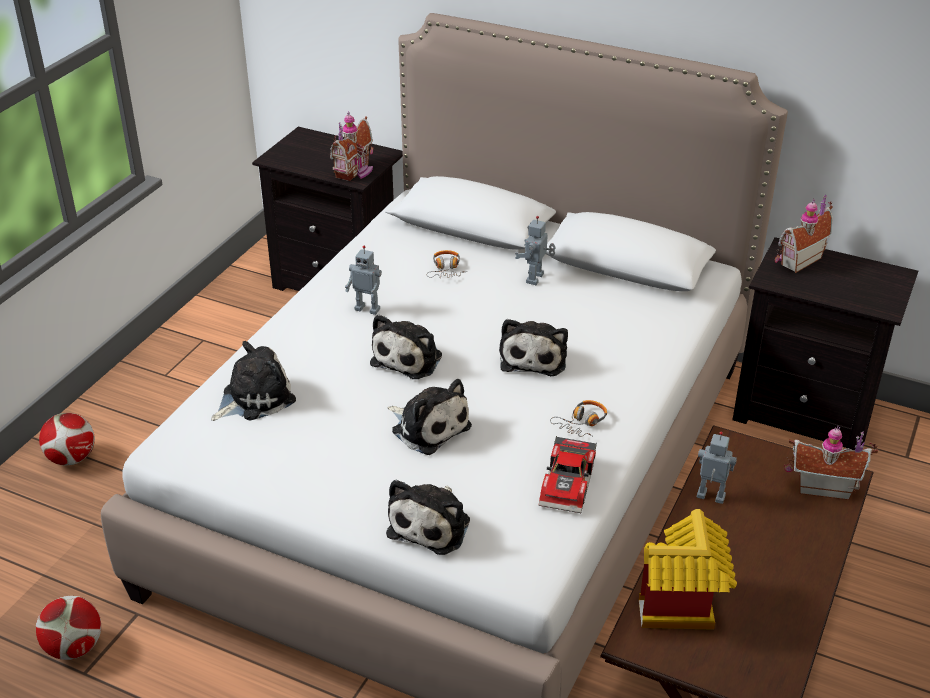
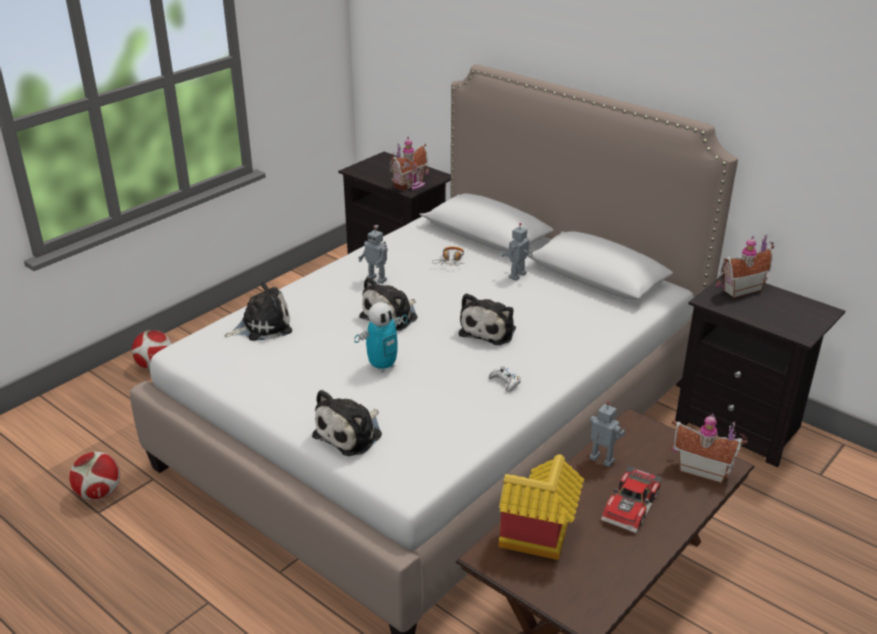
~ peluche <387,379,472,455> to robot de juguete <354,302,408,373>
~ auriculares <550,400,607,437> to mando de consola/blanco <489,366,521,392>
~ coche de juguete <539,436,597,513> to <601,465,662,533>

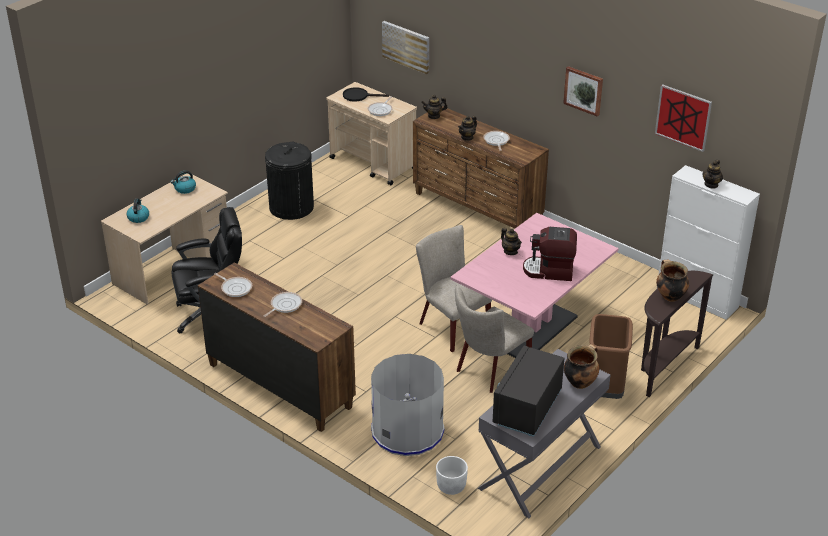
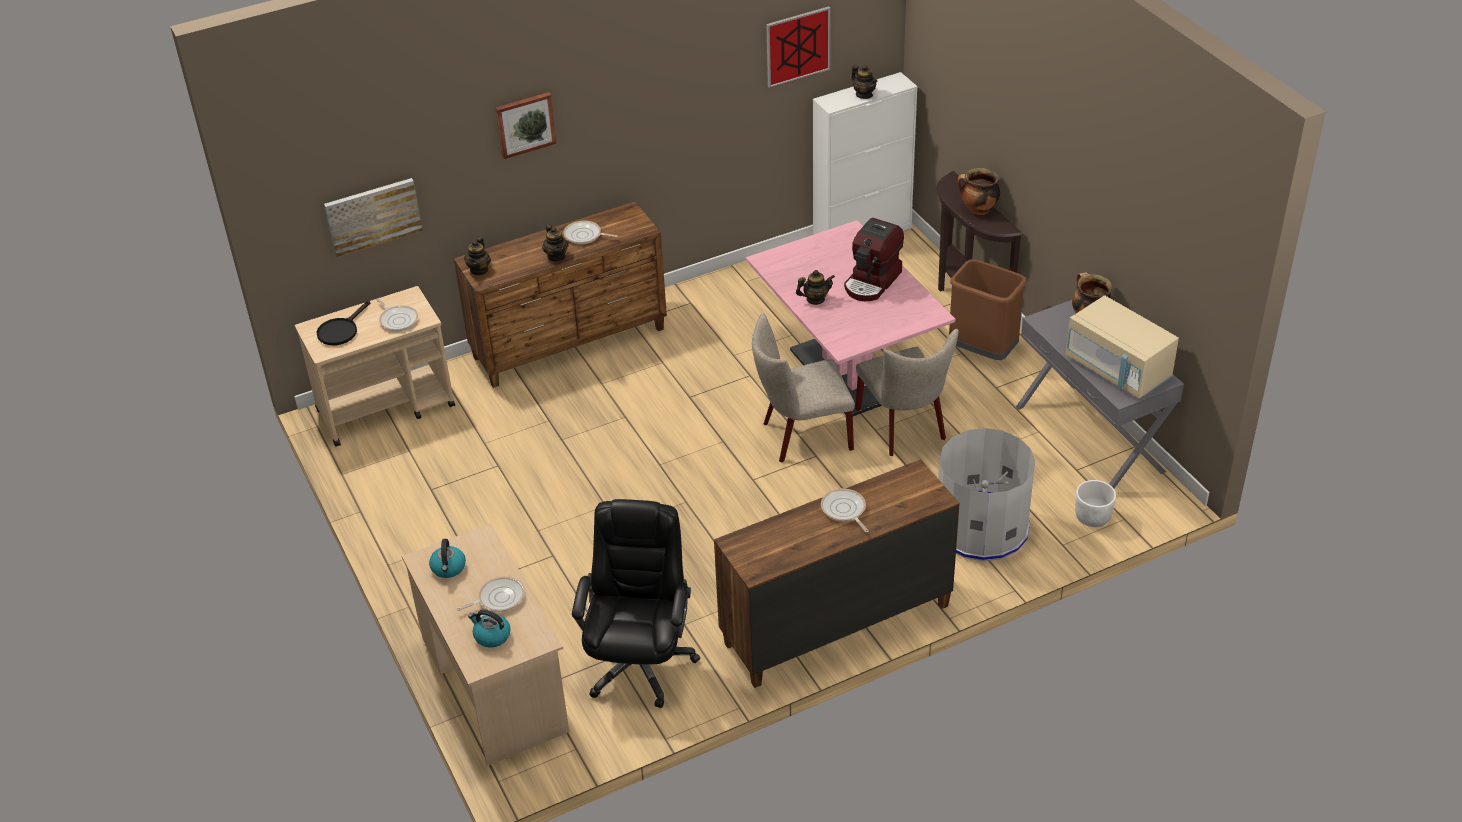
~ cuadro <563,66,603,117> to <495,92,557,159>
- papelera/negro <265,142,314,220>
~ sartén <214,273,252,297> to <457,577,525,612>
~ microondas/negro <493,346,564,437> to microondas/beis <1066,295,1179,398>

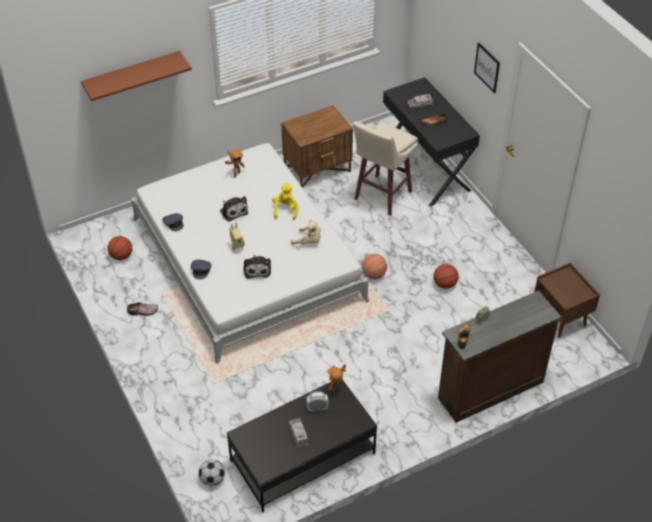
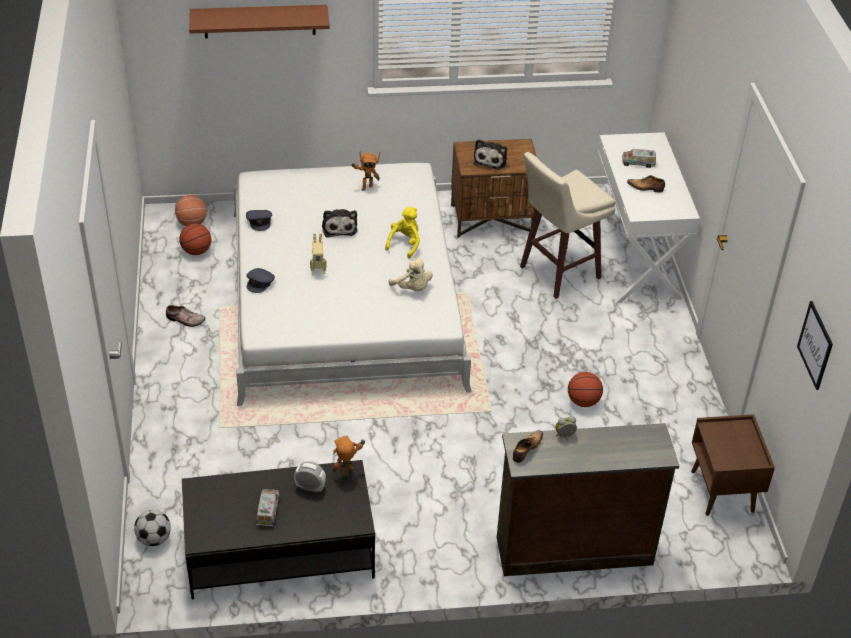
~ cuadro <474,42,500,93> to <797,301,833,390>
~ escritorio/negro <383,77,480,206> to escritorio/blanco <597,132,700,303>
~ balón de baloncesto <362,254,387,279> to <175,195,207,226>
~ peluche <243,255,271,279> to <473,139,507,170>

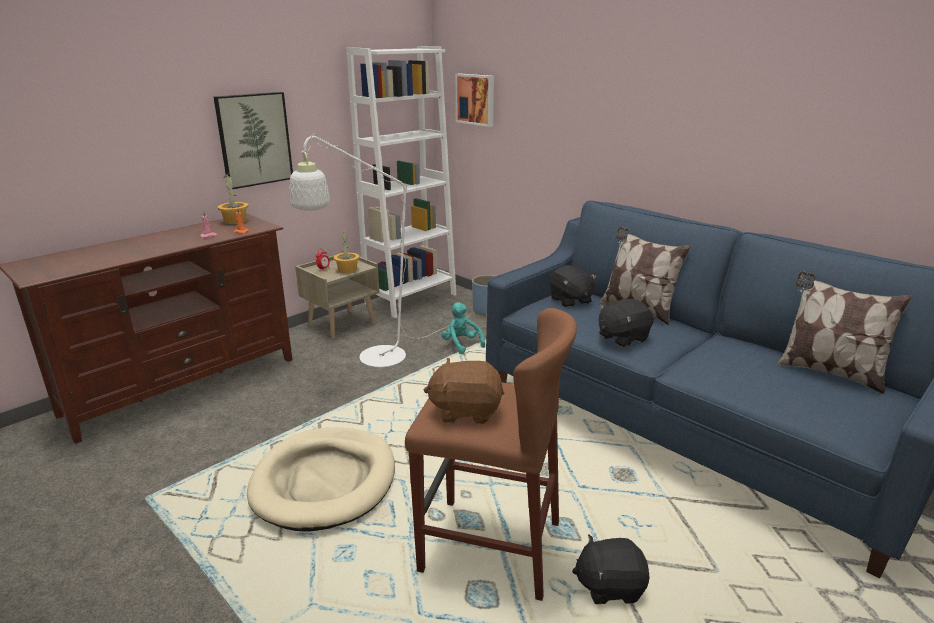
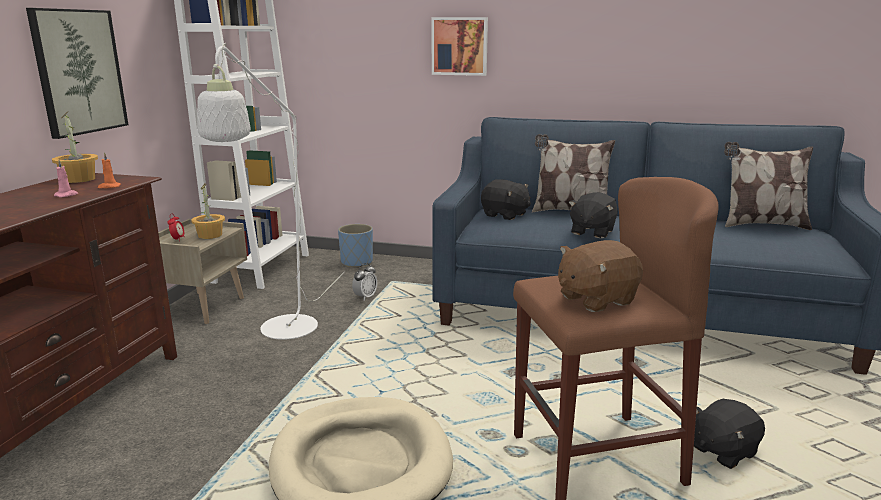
~ cuadro <455,74,494,127> to <431,17,488,76>
~ peluche/turquesa <441,302,485,354> to despertador <352,263,377,300>

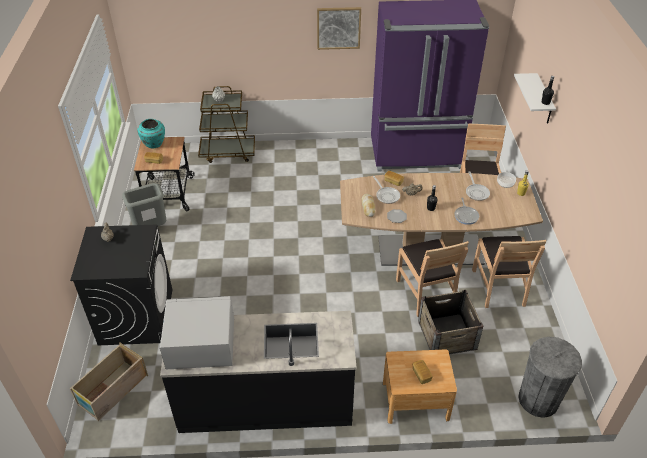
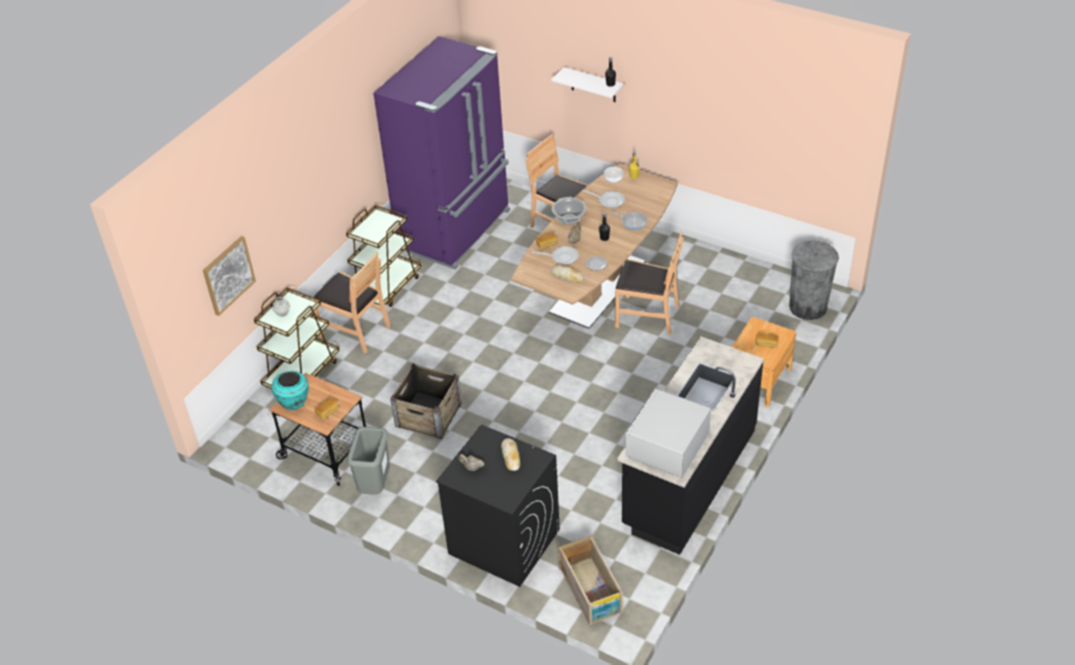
~ cuadro <317,7,361,50> to <203,236,256,316>
~ silla/marrón <472,236,546,308> to <312,252,391,353>
~ caja de embalaje <418,290,483,355> to <390,363,462,439>
+ olla <552,197,586,225>
+ carrito/marrón <346,205,421,307>
+ pan <501,438,520,471>

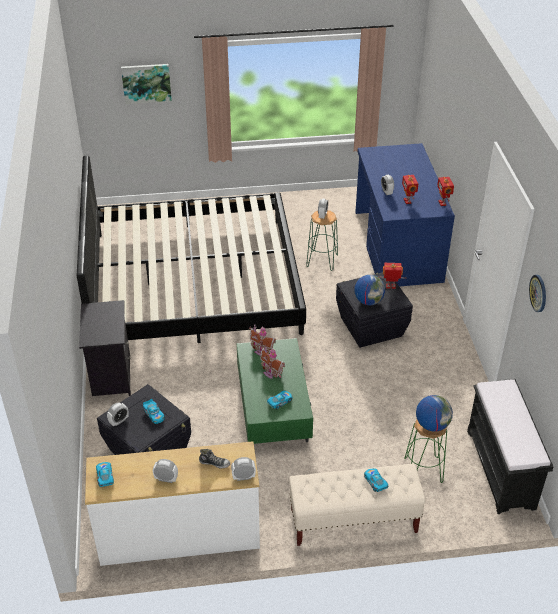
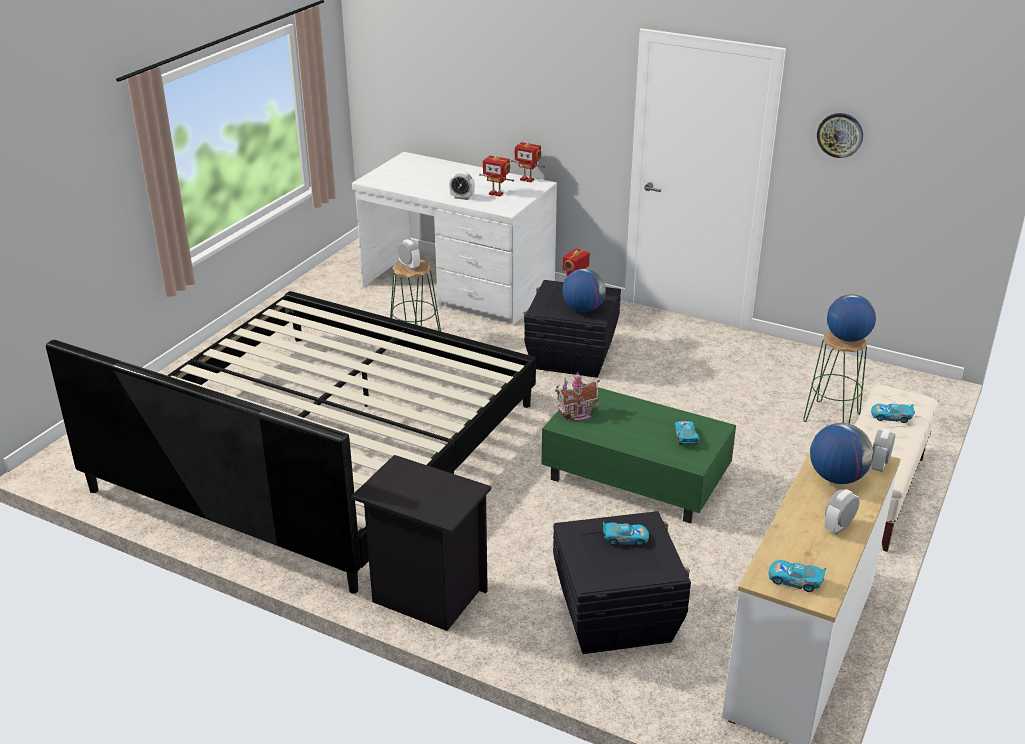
- cuadro <121,64,172,104>
~ escritorio/azul <355,143,455,287> to escritorio/blanco <352,152,557,325>
- casita <260,345,285,379>
- banco/negro <467,379,553,514>
- despertador <107,403,129,426>
~ zapato <199,449,230,469> to globo terráqueo <810,423,873,484>

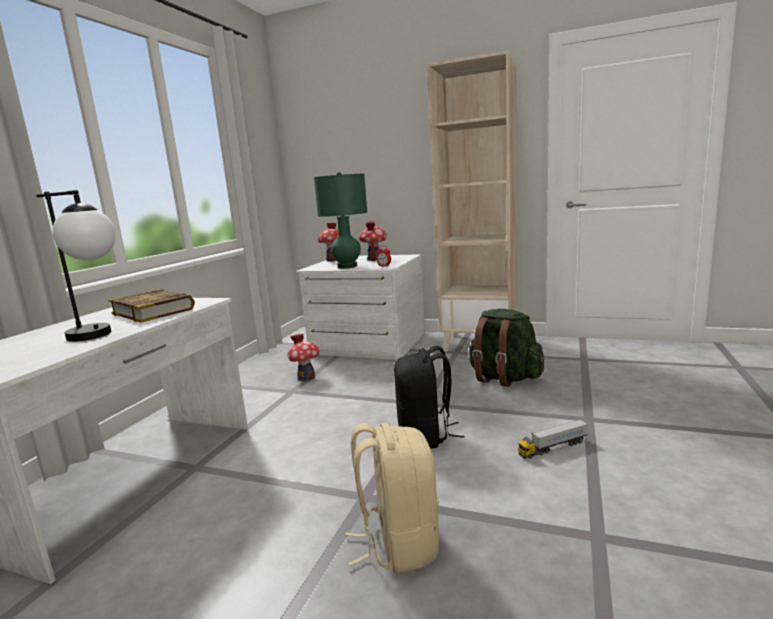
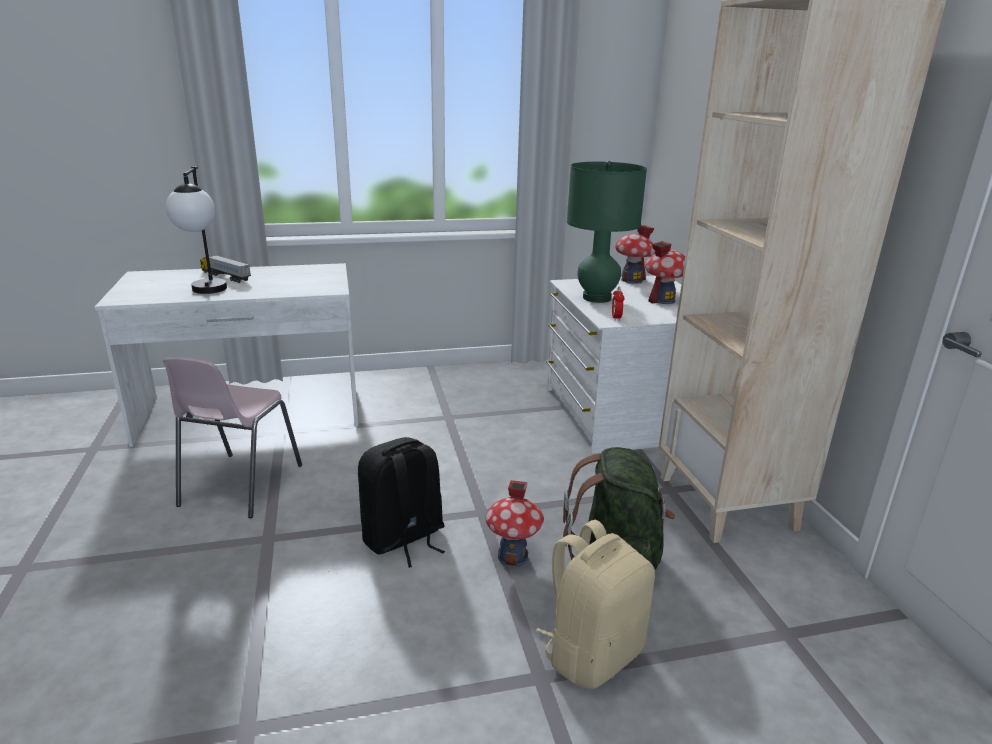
- libro <109,289,195,323>
~ casita <287,334,320,381> to <486,480,544,567>
~ camión de juguete <518,419,588,459> to <200,255,251,283>
~ mochila/beis <345,423,439,574> to <536,520,655,689>
+ silla/rosa <163,357,302,518>

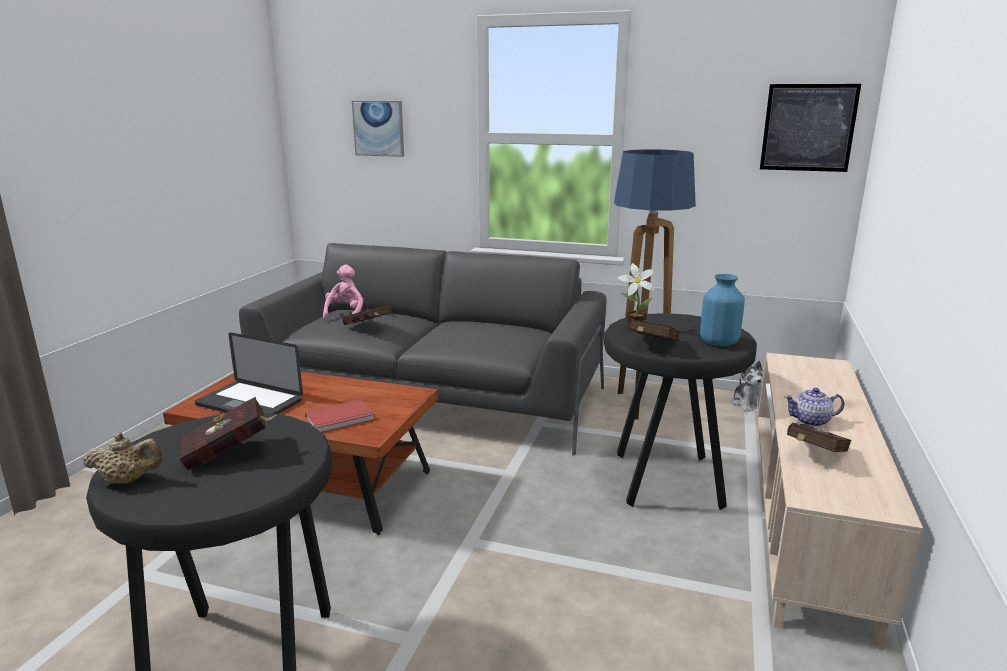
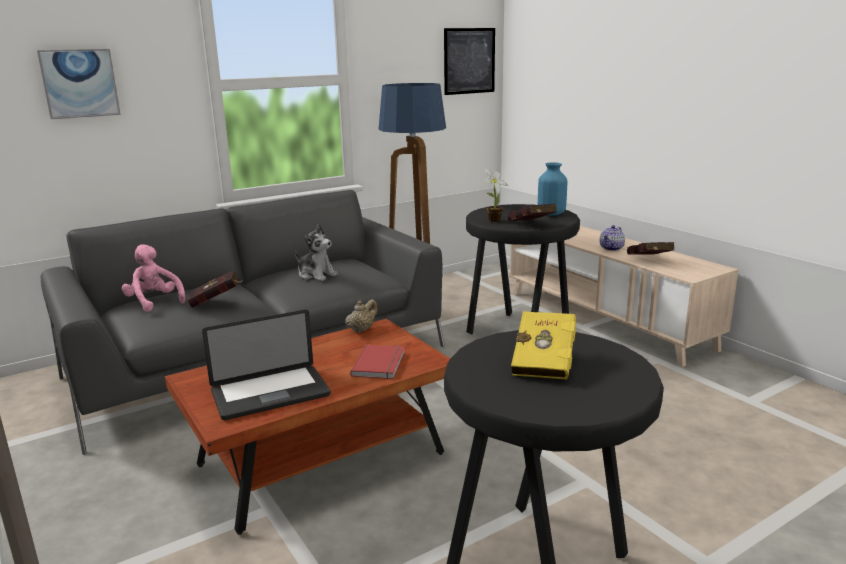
~ peluche <732,361,763,412> to <295,224,338,281>
~ libro/rojo <180,397,279,470> to libro/amarillo <511,311,576,379>
~ tetera/beis <83,433,163,485> to <345,299,378,333>

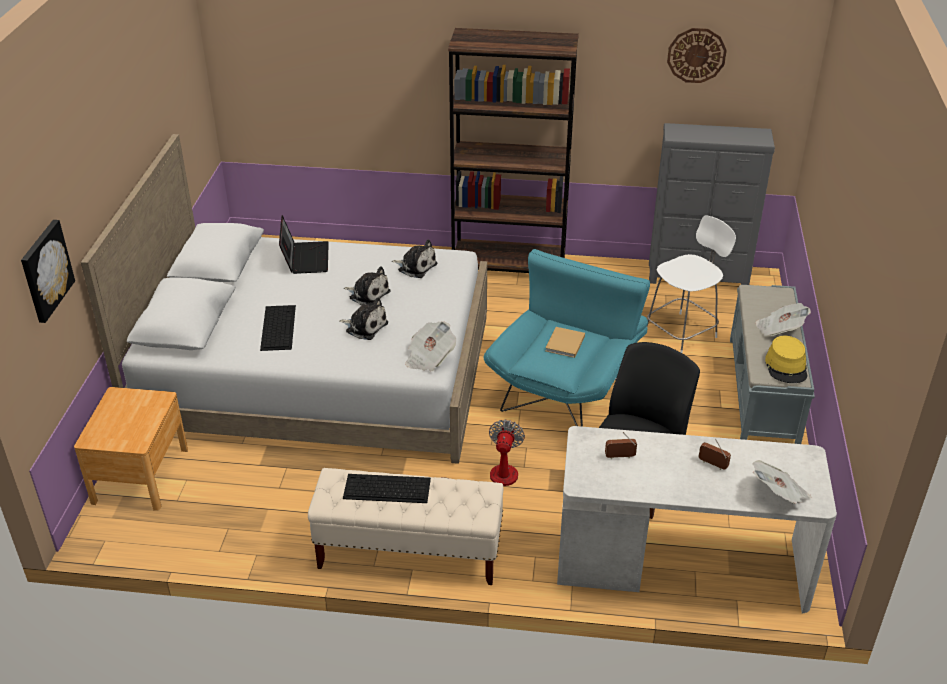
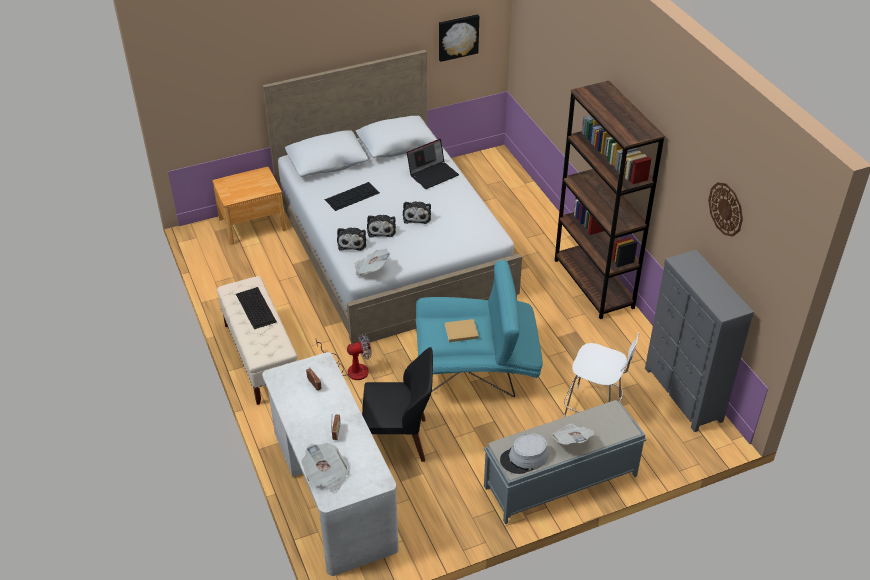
~ cuadro <21,220,75,323> to <439,14,479,62>
~ peluche <392,240,438,278> to <337,227,366,251>
~ sombrero/amarillo <765,336,807,383> to sombrero/gris <500,434,549,474>

